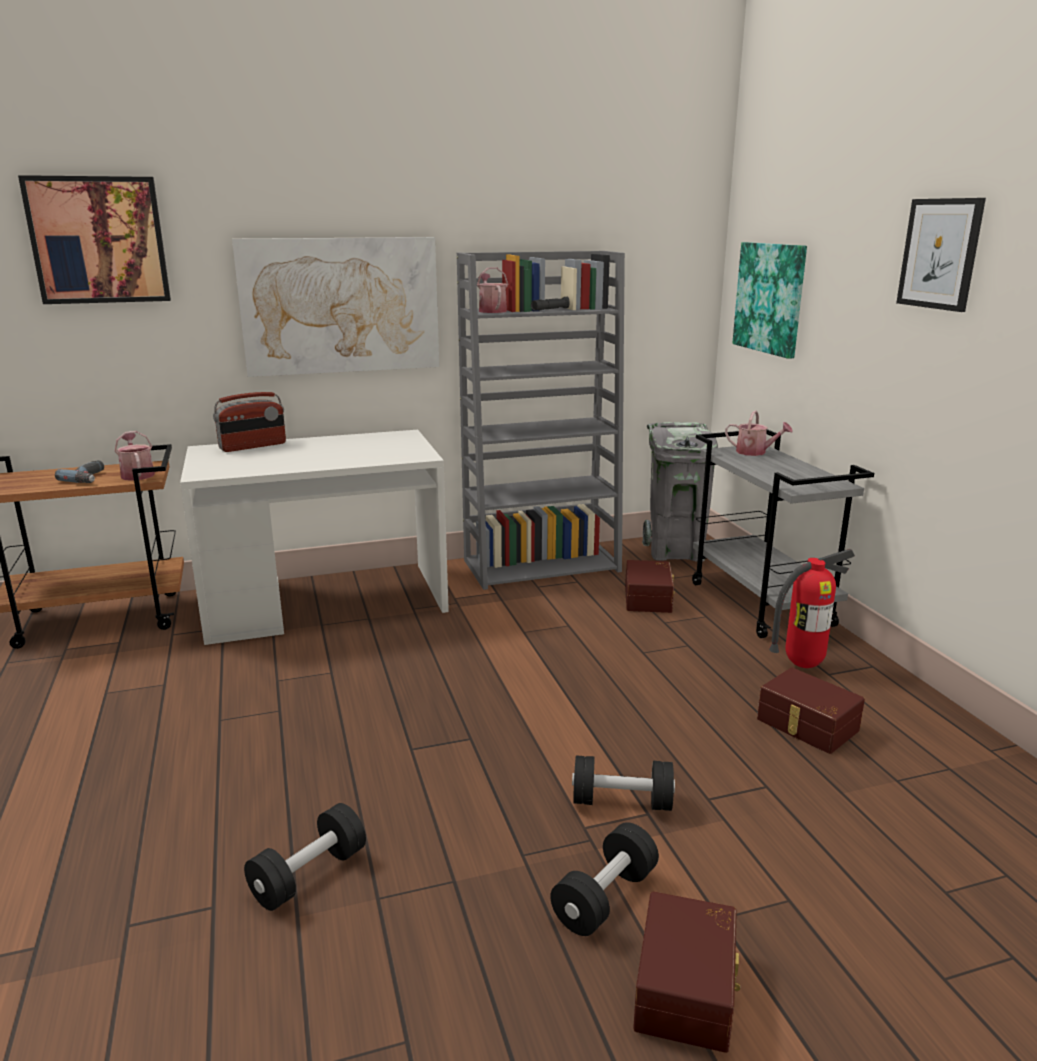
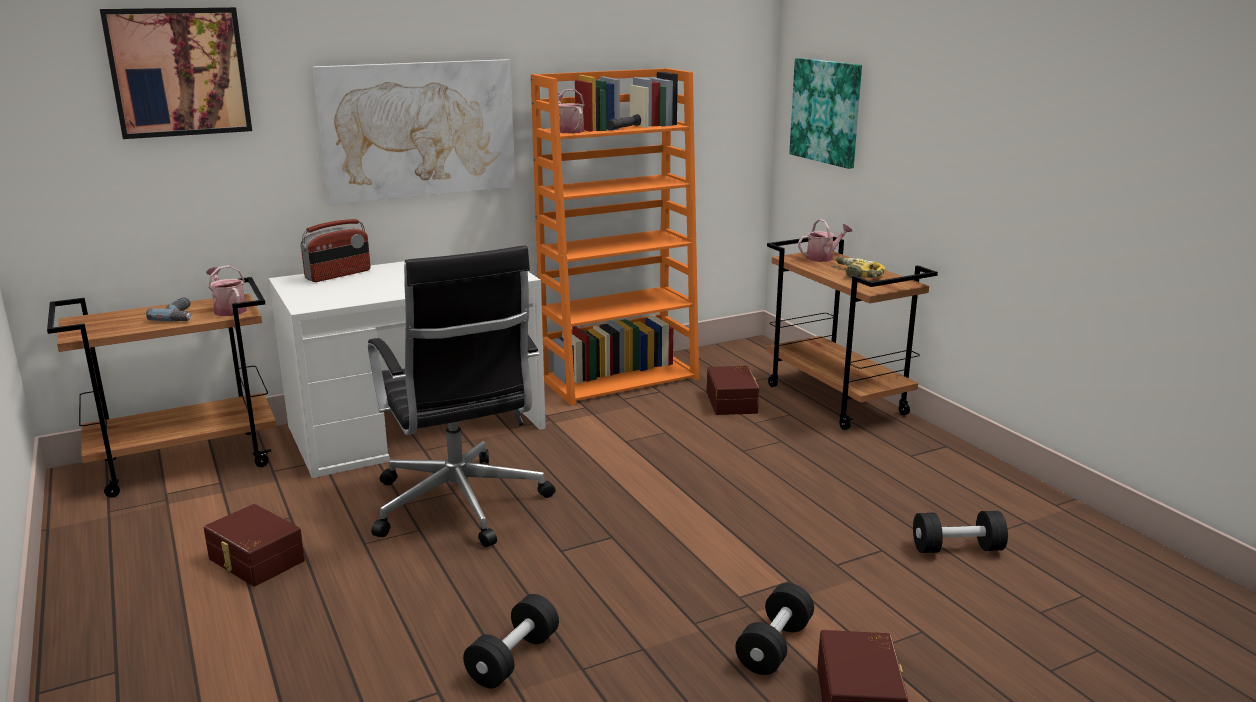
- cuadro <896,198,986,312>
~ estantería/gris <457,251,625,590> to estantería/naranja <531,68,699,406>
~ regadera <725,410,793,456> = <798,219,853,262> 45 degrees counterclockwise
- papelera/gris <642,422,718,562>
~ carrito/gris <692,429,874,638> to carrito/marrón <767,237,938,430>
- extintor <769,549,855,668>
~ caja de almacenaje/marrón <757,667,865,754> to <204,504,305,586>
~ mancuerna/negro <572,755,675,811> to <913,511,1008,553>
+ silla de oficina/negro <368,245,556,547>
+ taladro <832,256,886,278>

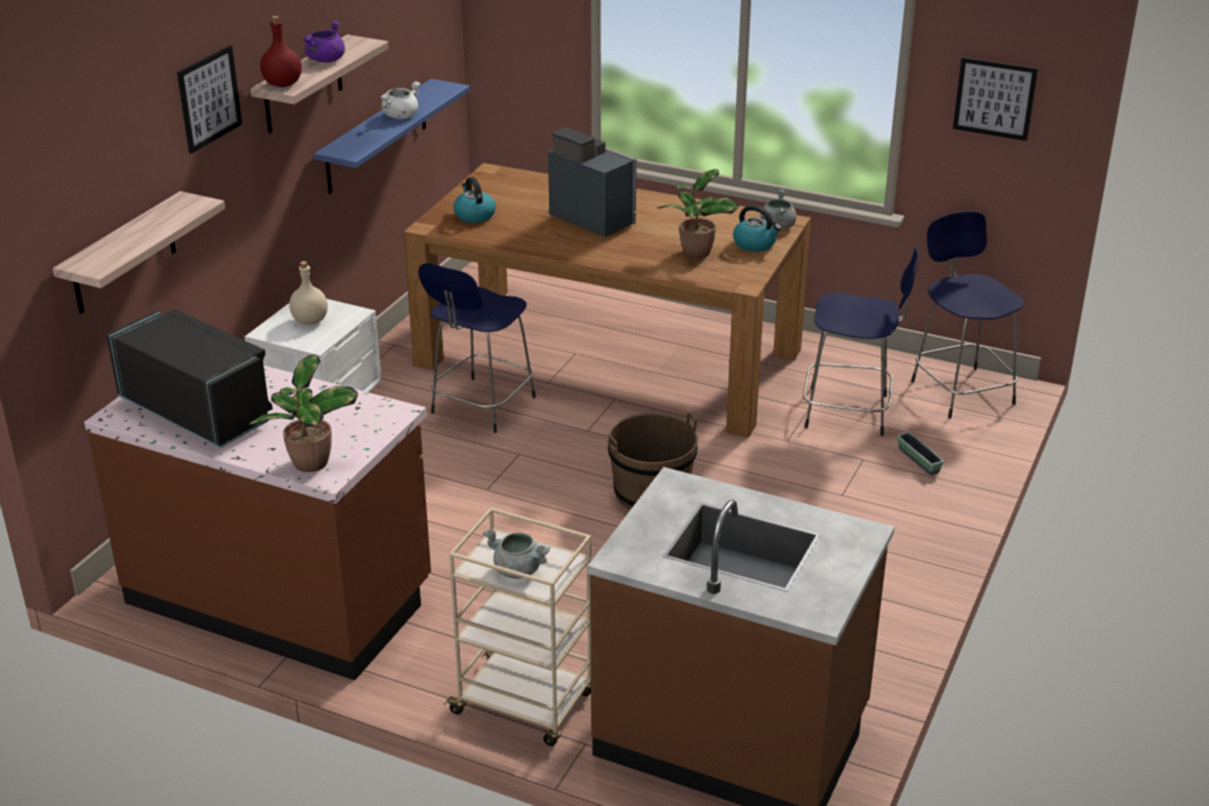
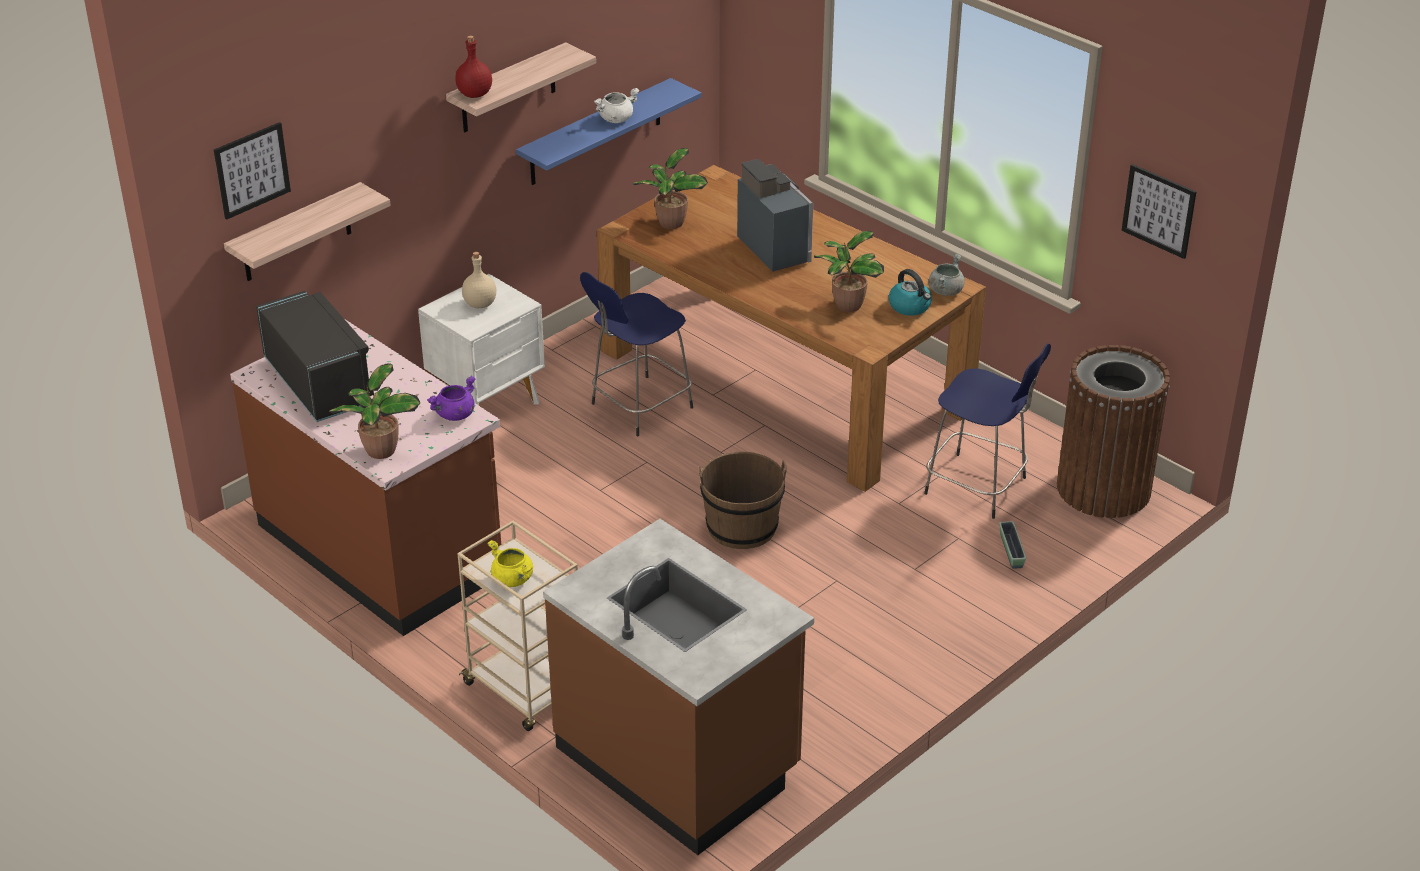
~ olla/morado <303,21,345,63> to <427,376,476,421>
~ cuadro <177,45,242,154> to <214,122,291,220>
~ hervidor <453,177,496,223> to planta en maceta <632,148,708,229>
~ taburete/azul <911,211,1024,419> to papelera/marrón <1057,345,1170,518>
~ olla/gris <483,529,551,579> to olla/amarillo <487,540,533,587>

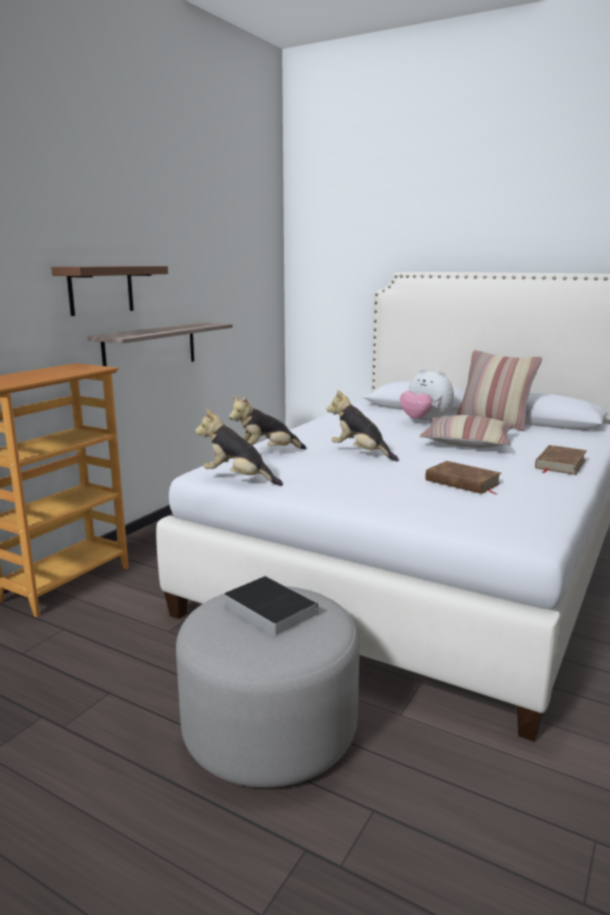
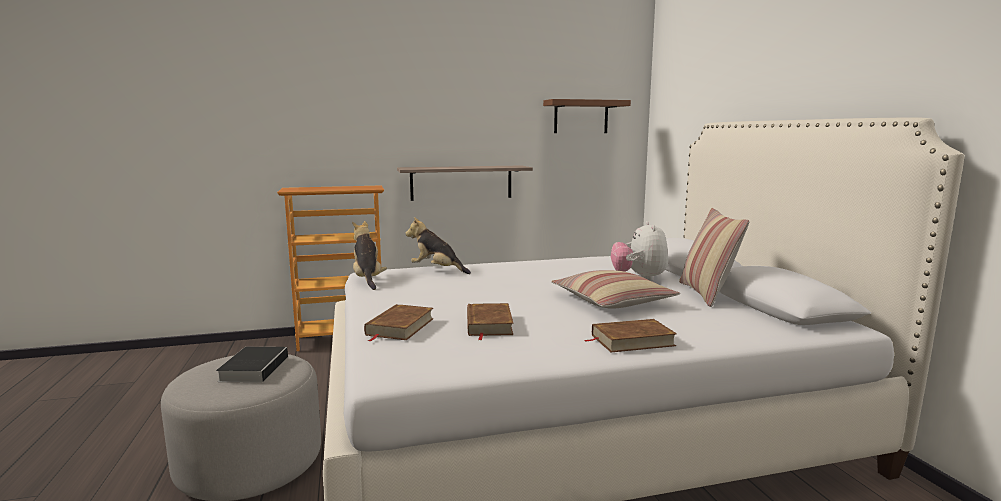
~ estante/marrón <51,266,168,316> to <543,99,631,133>
- peluche <327,390,399,461>
+ libro/marrón <364,304,434,341>

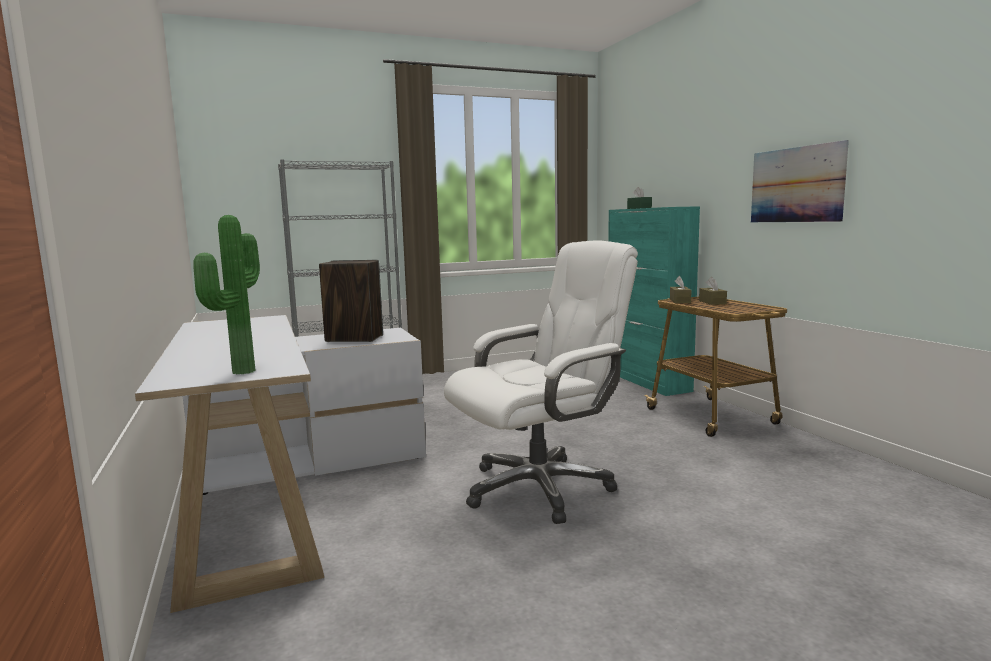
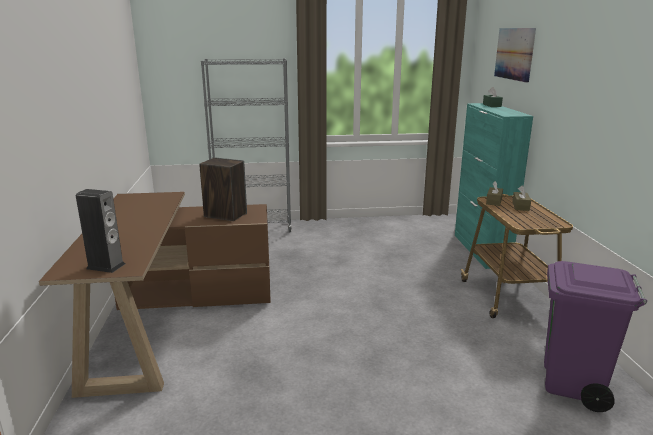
~ cuadro <751,140,849,222> to <494,28,536,83>
~ planta en maceta <193,215,260,374> to altavoz <76,189,125,273>
- silla de oficina/blanco <444,240,638,524>
~ escritorio/blanco <135,315,426,613> to escritorio/marrón <39,192,271,398>
+ papelera/morado <544,261,647,412>

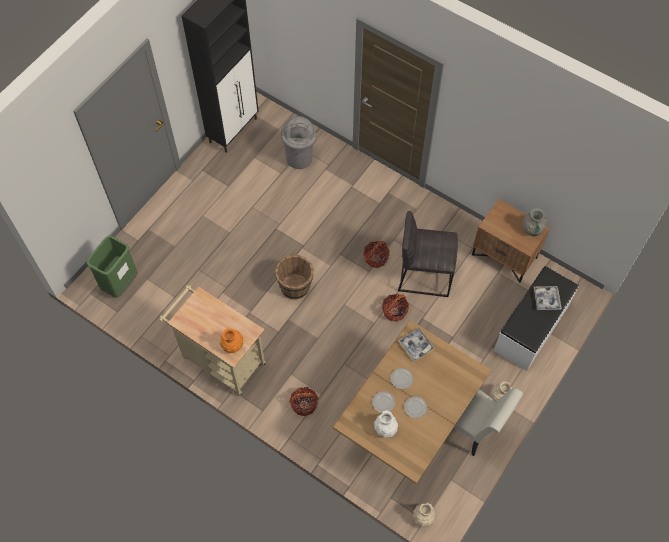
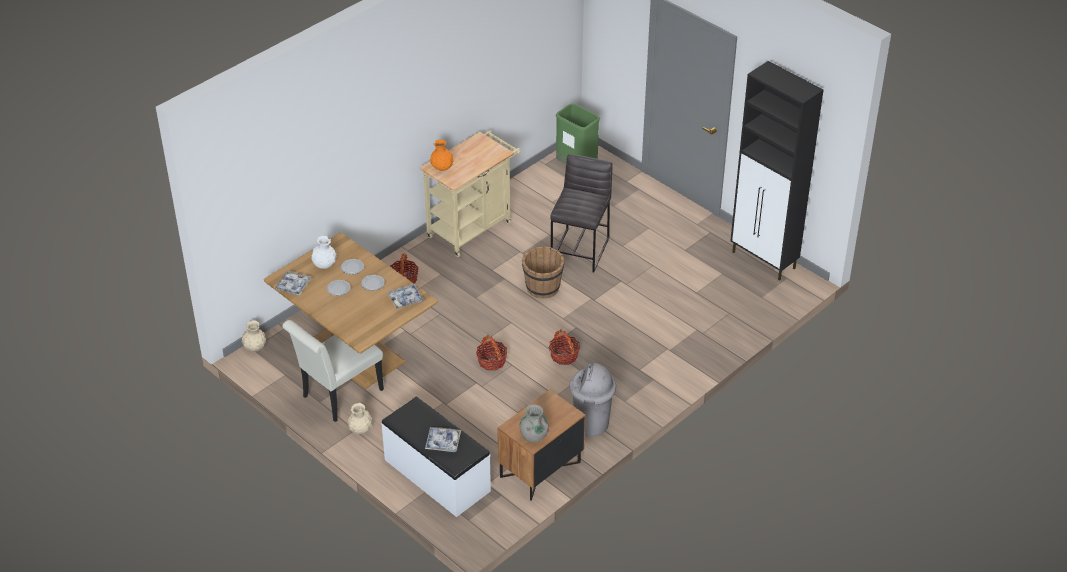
~ papelera/gris <281,116,317,169> to <570,363,616,436>
~ taburete/gris <398,211,458,297> to <550,154,612,273>
+ bandeja <275,270,312,296>

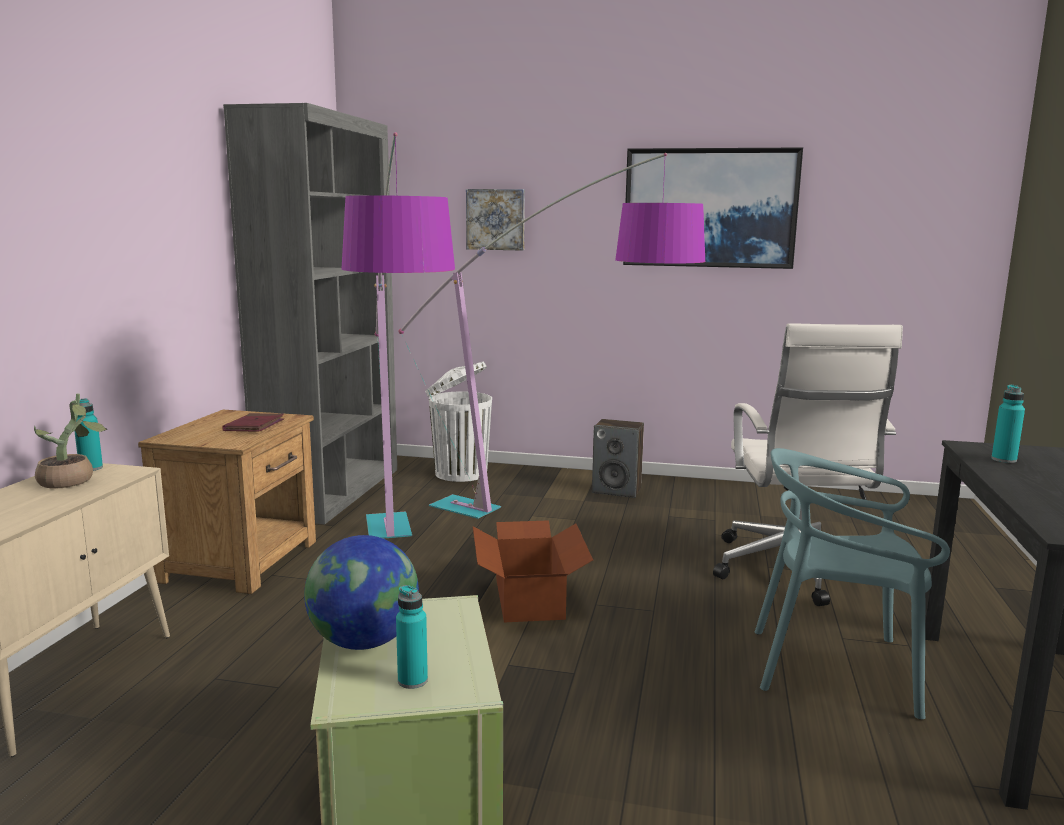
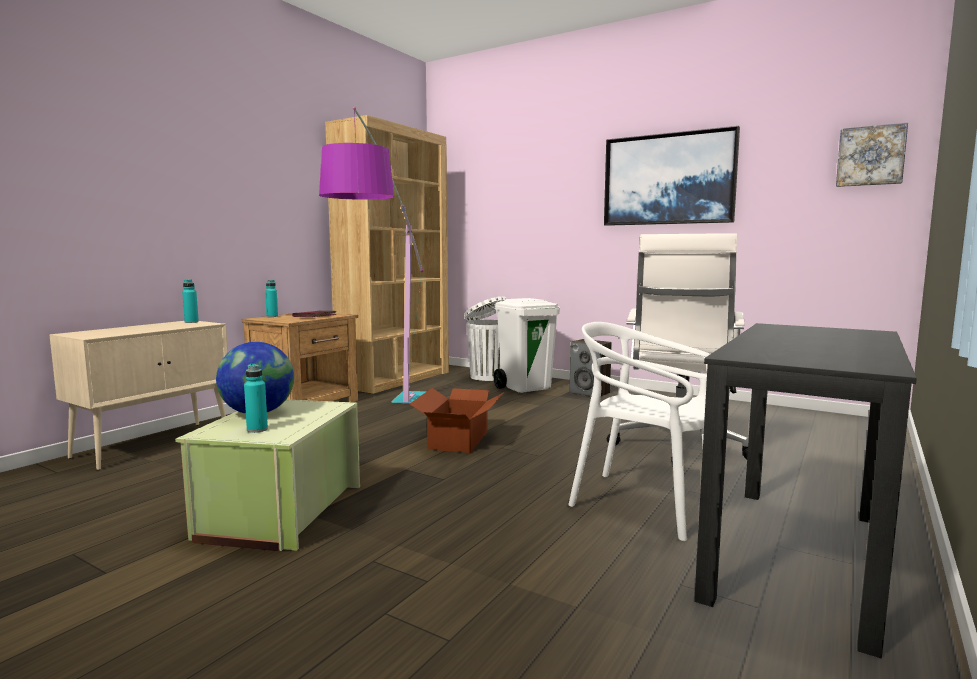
~ estantería/gris <223,103,397,524> to estantería/marrón <325,115,449,394>
- lámpara de pie <399,153,705,519>
~ cuadro <466,189,525,251> to <836,123,908,187>
~ botella/turquesa <991,385,1025,463> to <265,280,278,317>
- planta en maceta <34,394,108,489>
~ silla/turquesa <755,448,950,719> to silla/blanco <568,322,710,541>
+ papelera/blanco <494,298,560,393>

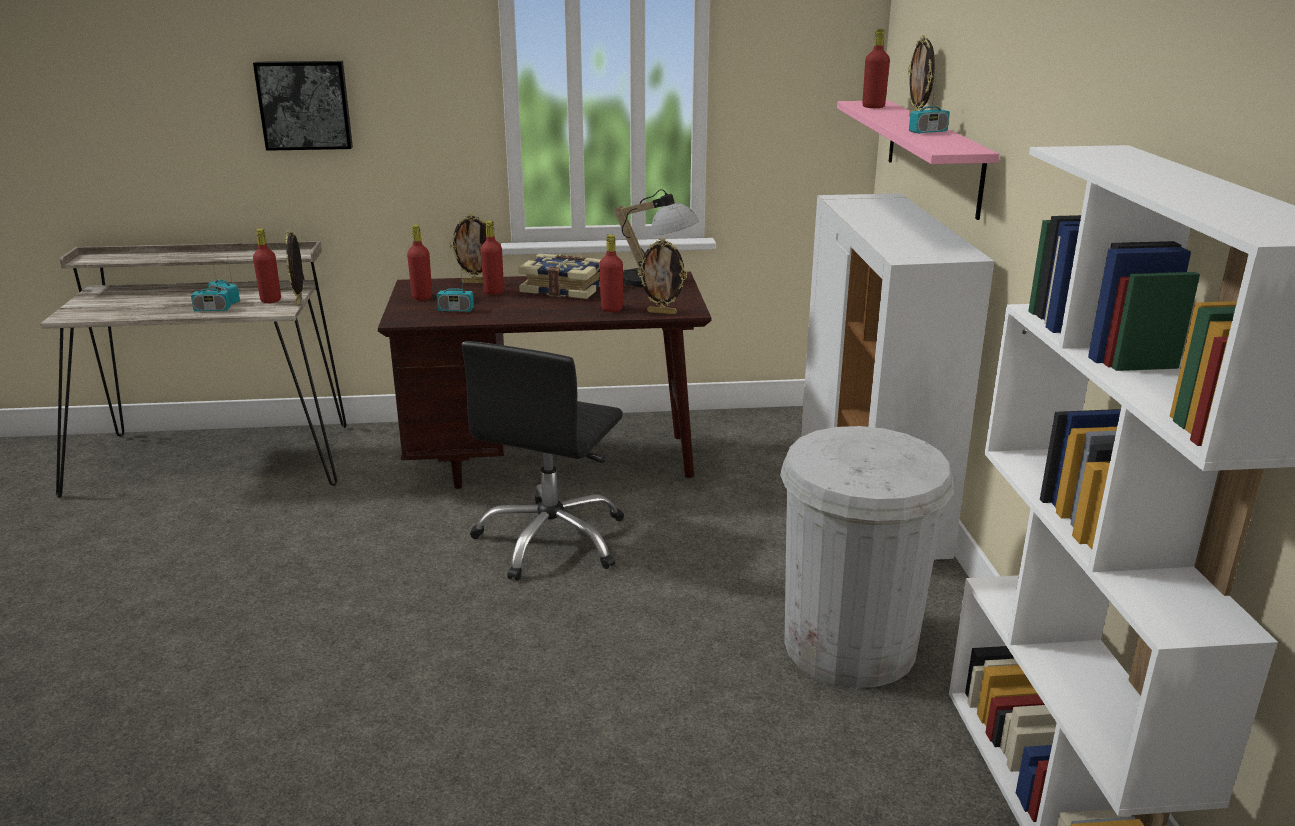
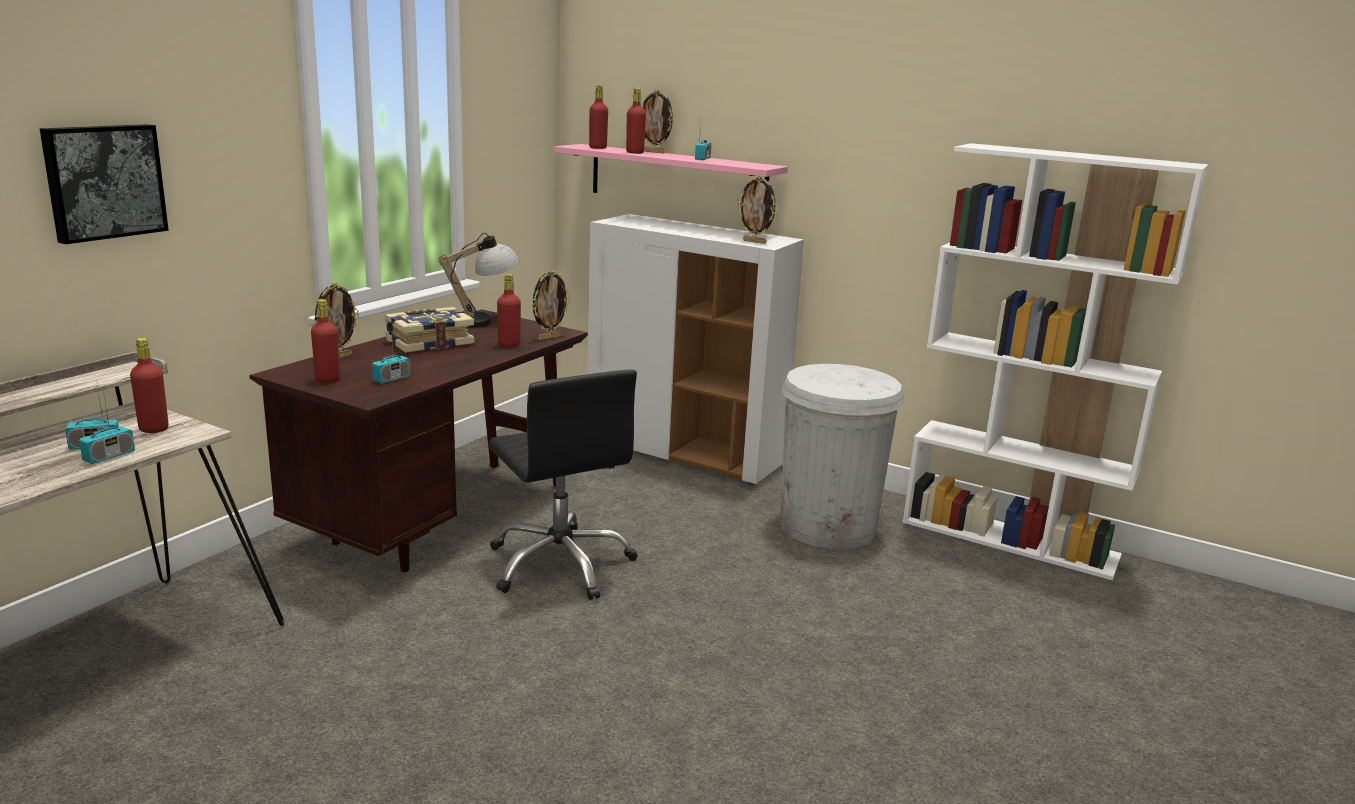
~ botella/rojo <480,220,504,295> to <626,88,646,154>
~ portarretratos <285,230,303,306> to <737,175,777,244>

